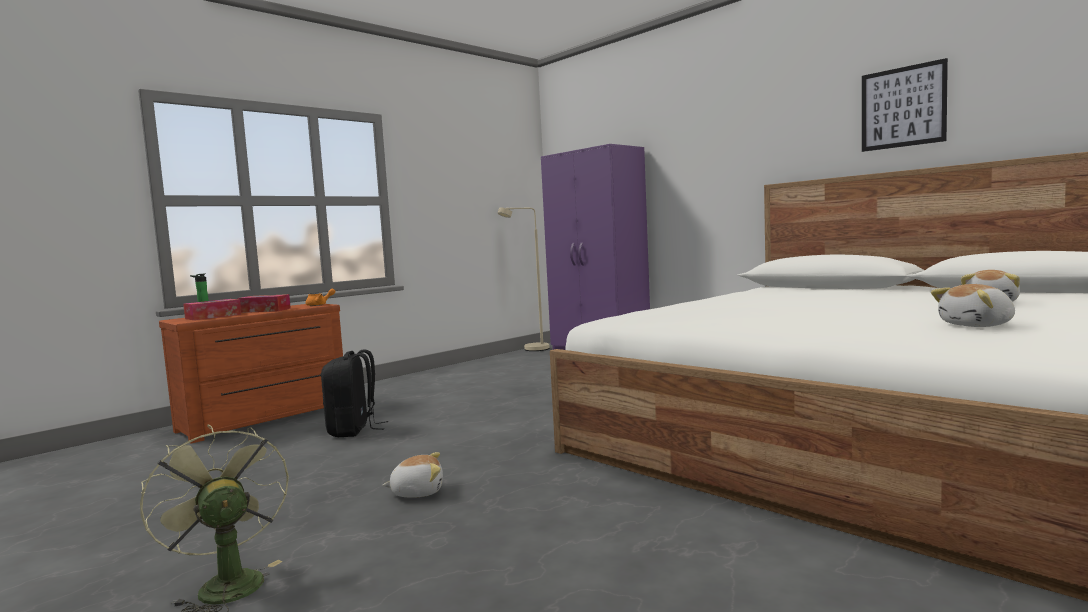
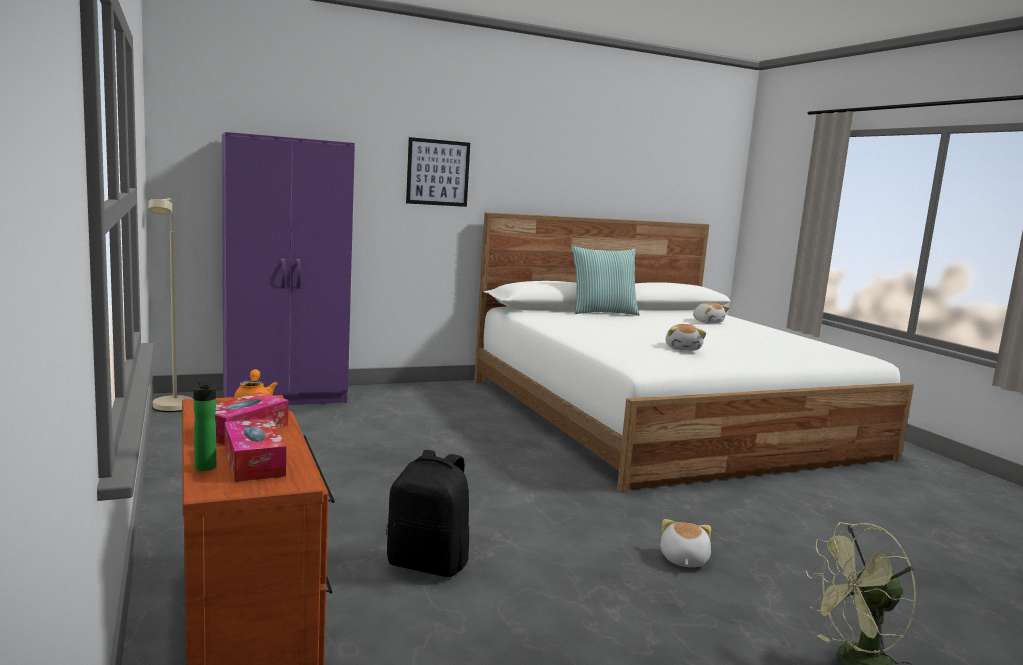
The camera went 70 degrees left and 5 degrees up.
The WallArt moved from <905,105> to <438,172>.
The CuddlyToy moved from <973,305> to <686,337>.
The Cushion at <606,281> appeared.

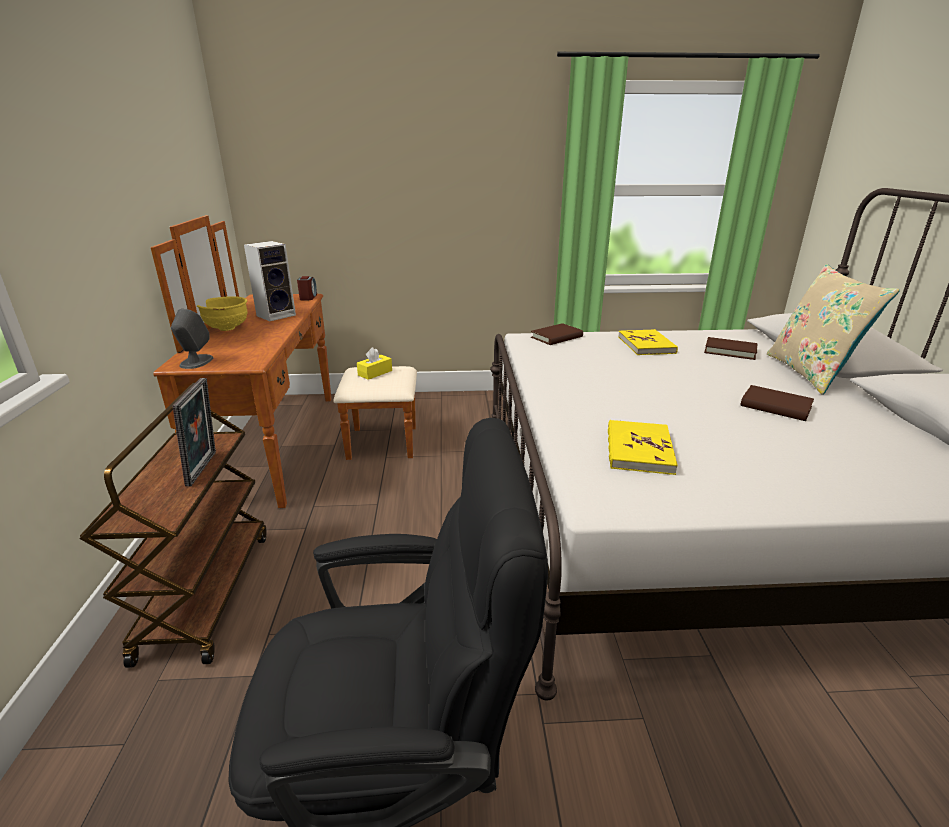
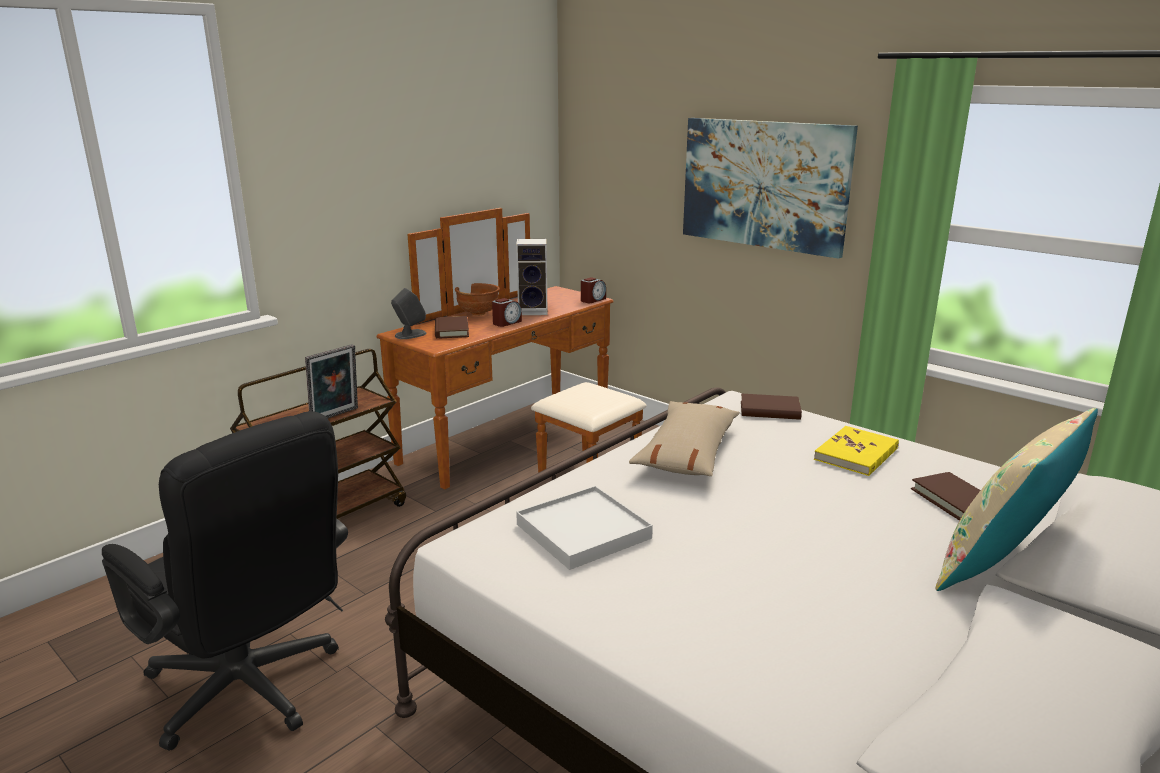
The camera went 45 degrees right and 5 degrees down.
The YellowColouredServingBowl at <222,313> became the BrownishServingBowl at <477,299>.
The YellowColouredBoxOfTissues at <374,363> disappeared.
The BrownishVolume moved from <777,403> to <452,327>.
The YellowColouredVolume at <643,447> was replaced by the WhiteTray at <584,528>.
The WallArt at <770,188> appeared.
The AlarmClock at <507,312> appeared.
The SandColouredCushion at <684,438> appeared.

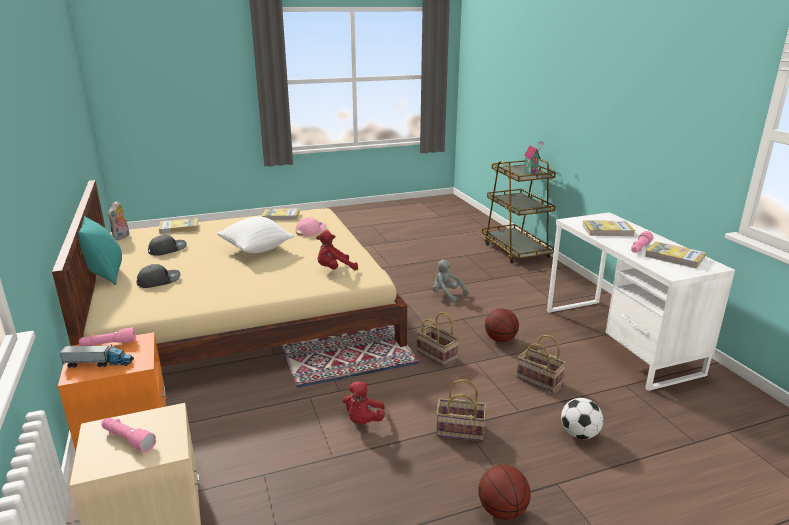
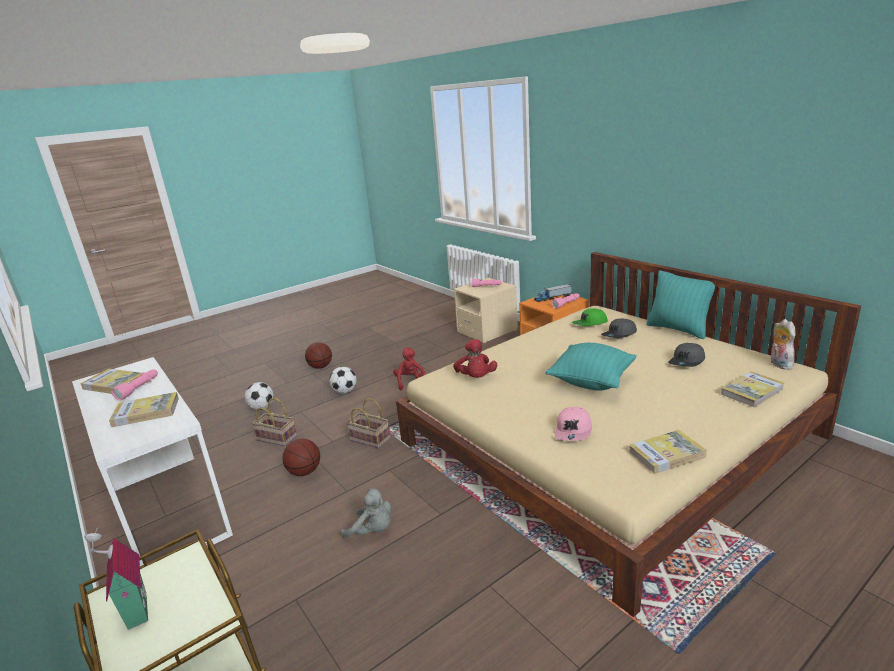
The camera went 165 degrees right and 0 degrees up.
The WhiteCushion at <255,235> became the BlueGreenCushion at <591,366>.
The RedColouredCuddlyToy at <337,250> turned 120 degrees clockwise.
The HouseholdBasket at <461,410> was replaced by the FootballBall at <343,380>.
The GreenishBaseballCap at <590,317> appeared.

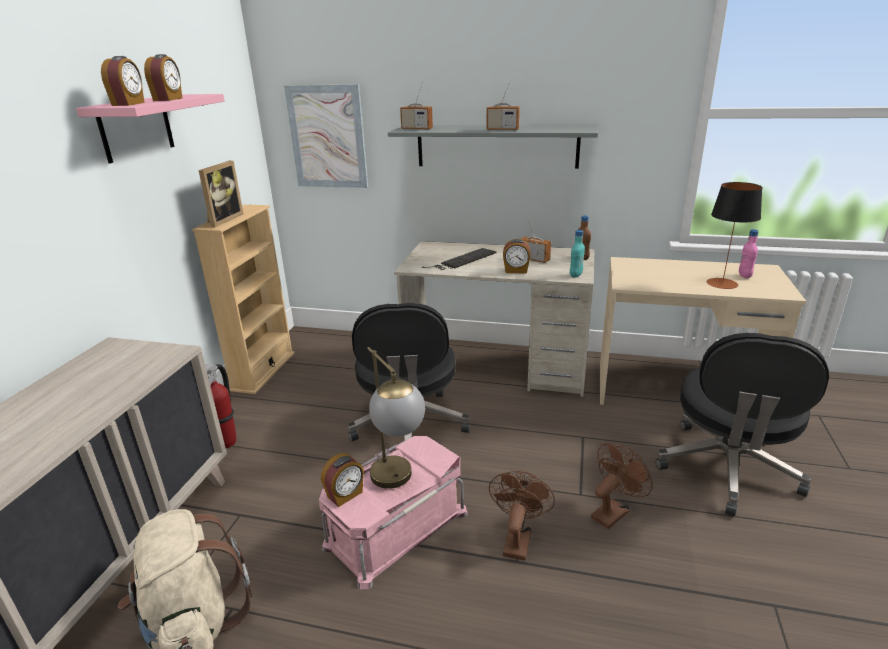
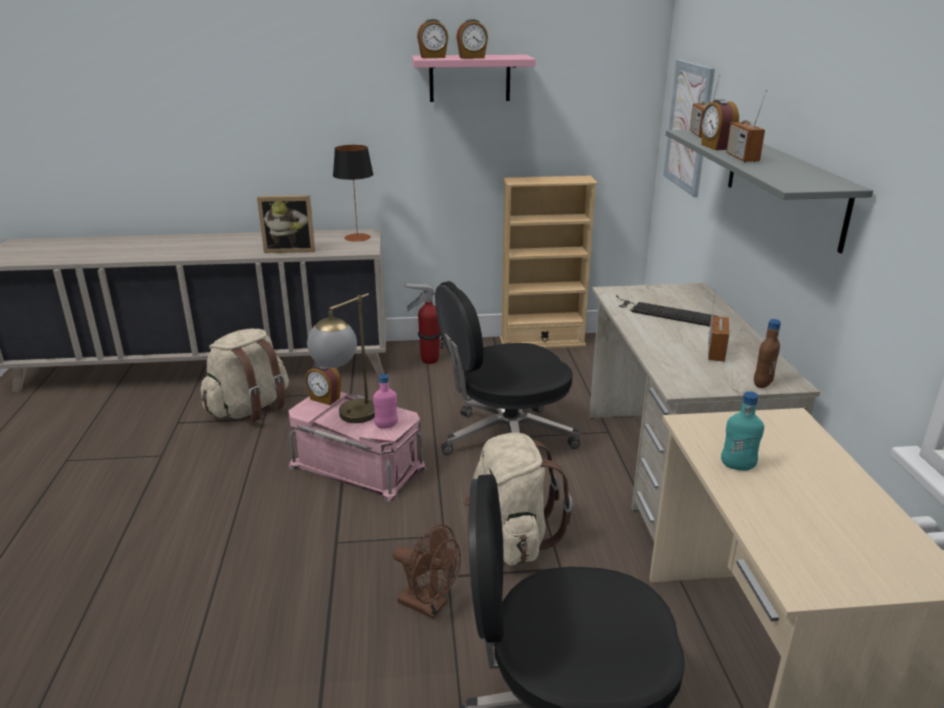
The camera went 70 degrees right and 0 degrees up.
The StandingFrame moved from <221,194> to <286,224>.
The TableLamp moved from <734,235> to <353,193>.
The PinkDrinkBottle moved from <749,254> to <385,401>.
The BlueGreenDrinkBottle moved from <577,254> to <742,431>.
The AlarmClock moved from <517,256> to <720,124>.
The BrownishElectricFan at <522,516> disappeared.
The SandColouredKnapsack at <518,499> appeared.

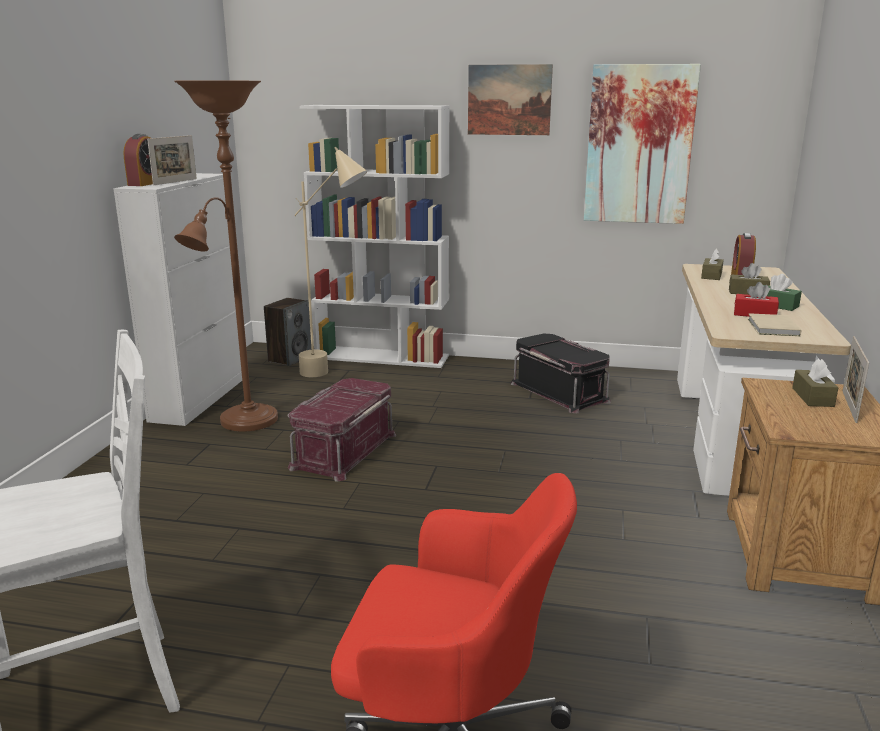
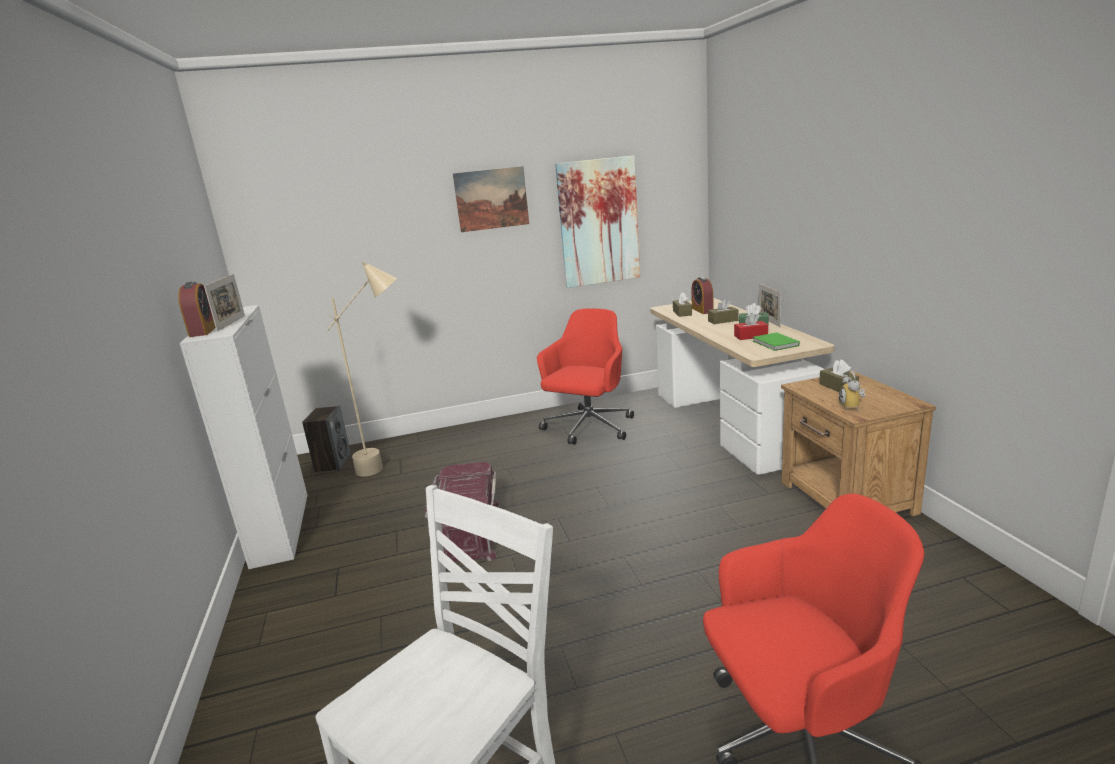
The camera went 25 degrees left and 0 degrees up.
The BrownishStandingLamp at <226,256> disappeared.
The WhiteBookshelf at <375,236> disappeared.
The SandColouredVolume at <774,324> became the GreenishVolume at <776,341>.
The BlackishStorageContainer at <561,373> was replaced by the RedColouredComputerChair at <585,376>.
The StandingFrame moved from <856,379> to <770,305>.
The AlarmClock at <852,391> appeared.

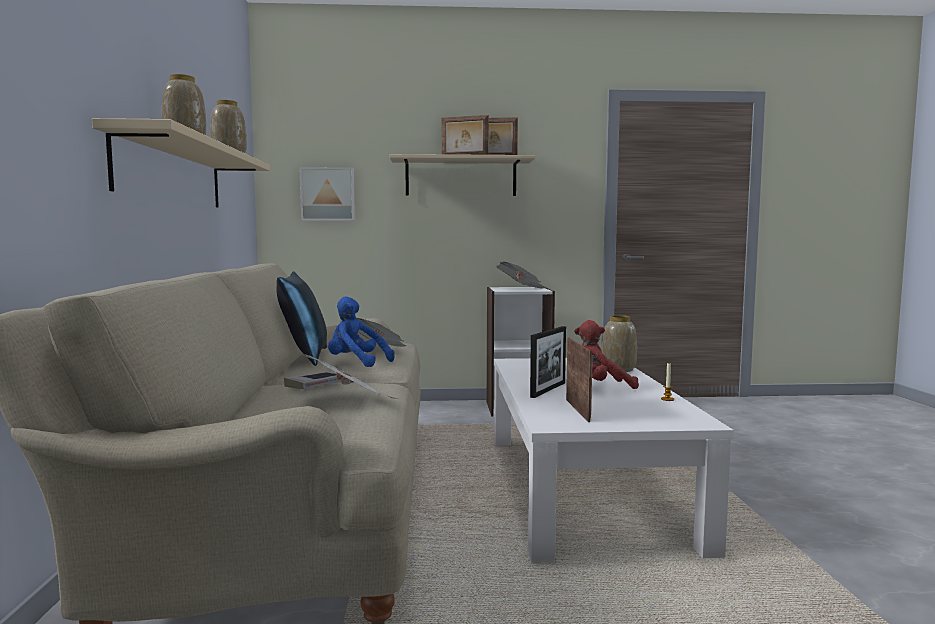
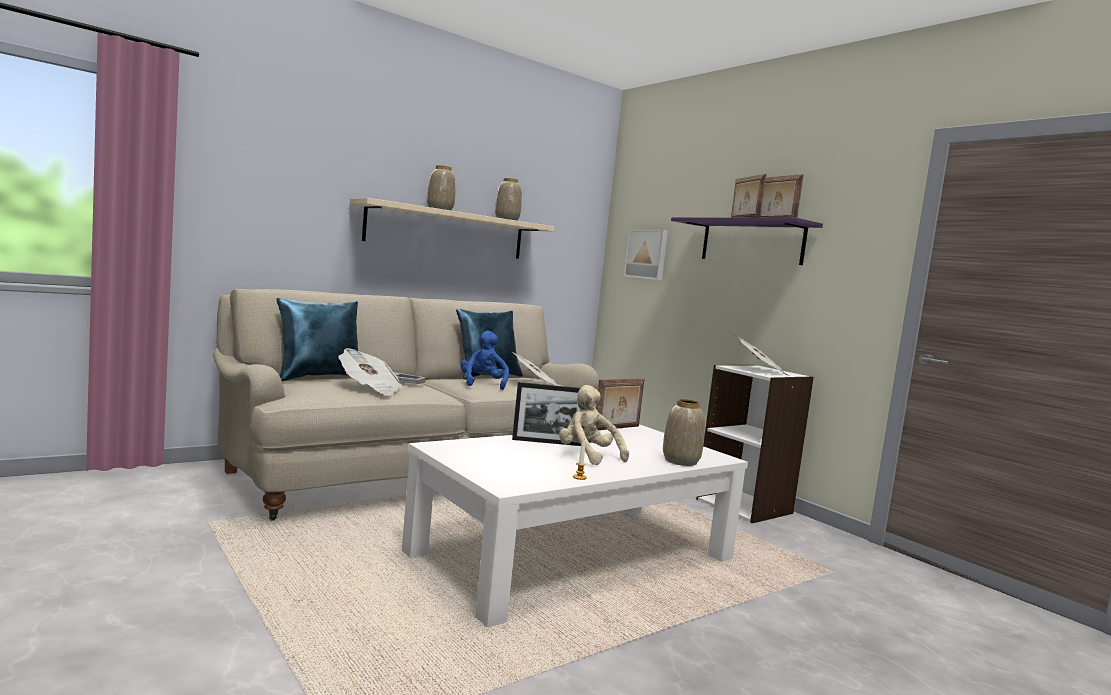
The camera went 55 degrees right and 0 degrees up.
The SandColouredBracketShelf at <462,175> became the PurplishBracketShelf at <747,241>.
The RedColouredCuddlyToy at <606,354> became the SandColouredCuddlyToy at <594,425>.
The StandingFrame moved from <579,379> to <620,404>.
The BluishCushion at <317,339> appeared.

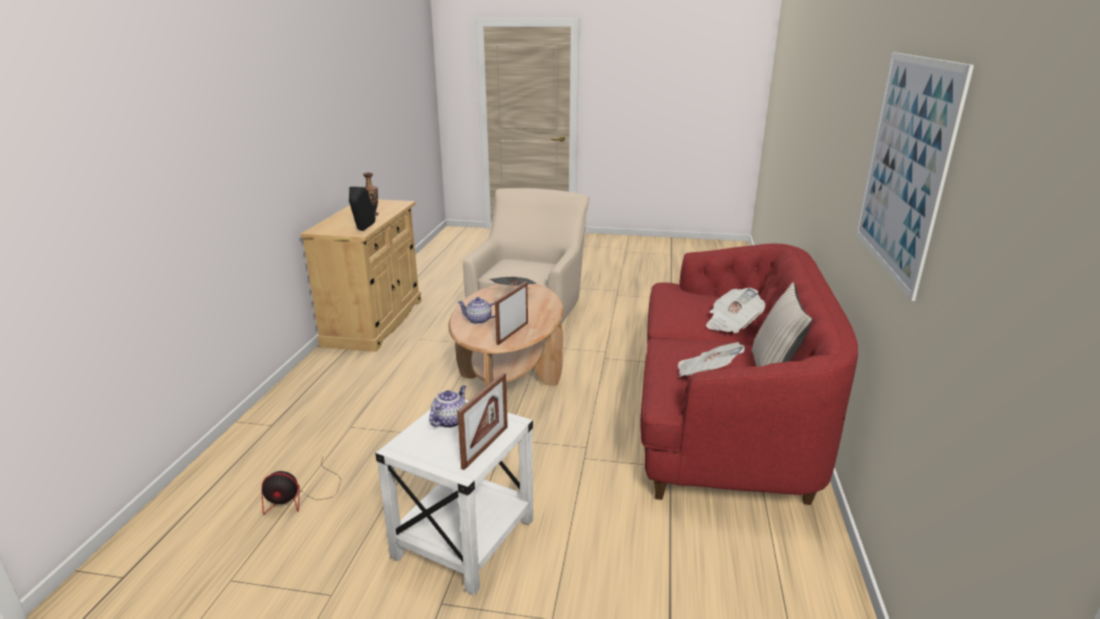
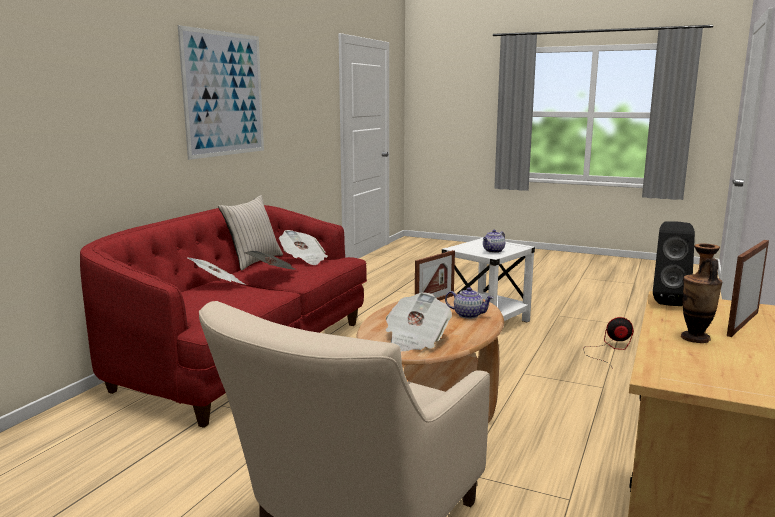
The camera went 165 degrees left and 10 degrees down.
The StandingFrame moved from <482,421> to <748,288>.
The DailyPaper at <269,260> appeared.

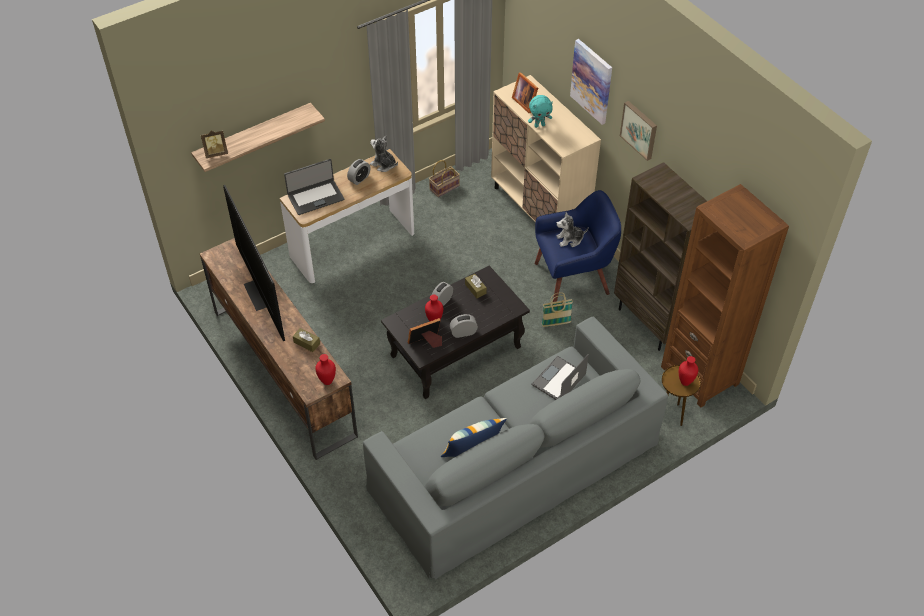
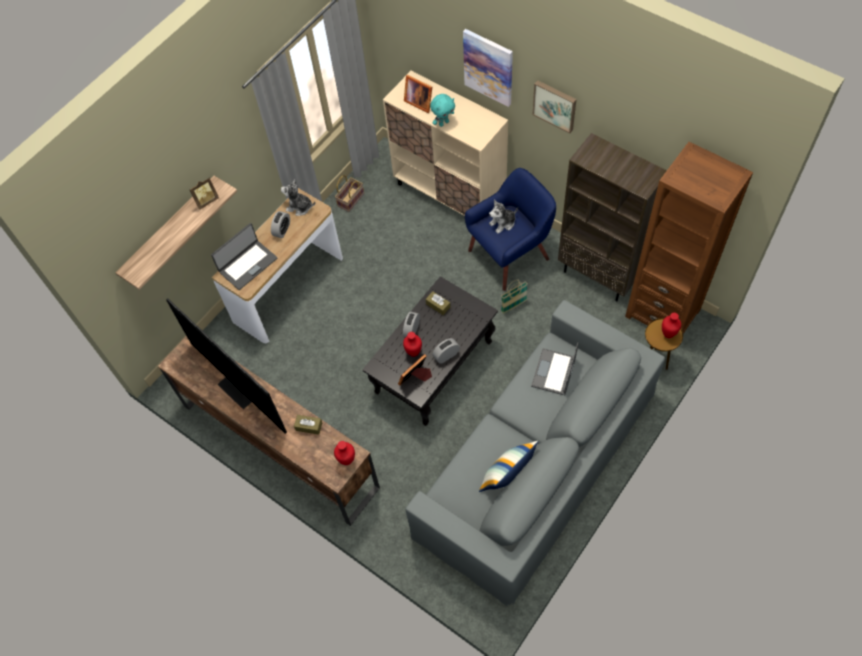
The camera went 15 degrees left and 10 degrees up.
The StandingFrame moved from <214,144> to <204,194>.

